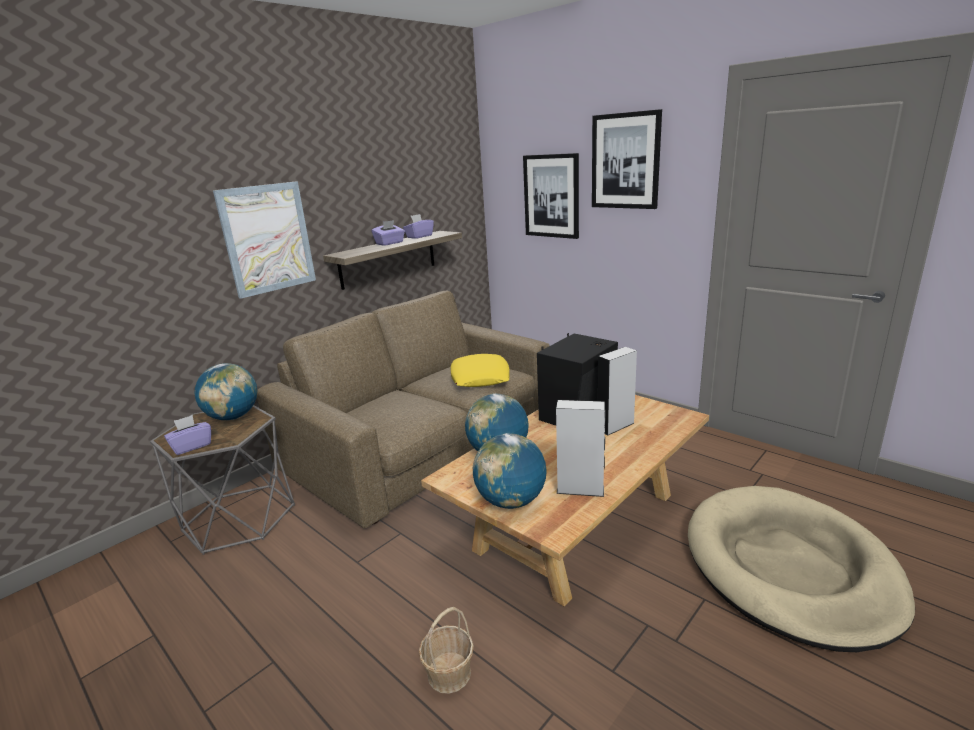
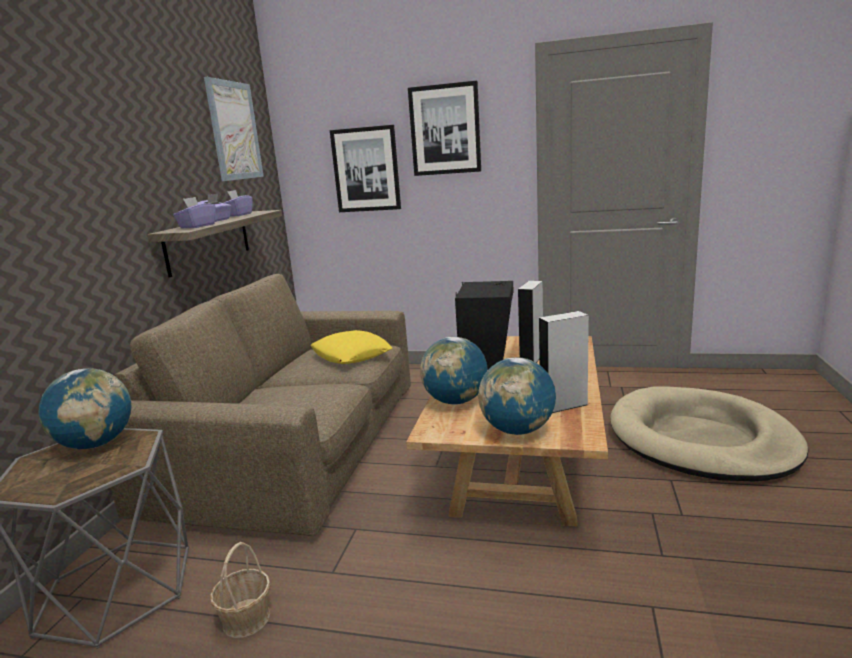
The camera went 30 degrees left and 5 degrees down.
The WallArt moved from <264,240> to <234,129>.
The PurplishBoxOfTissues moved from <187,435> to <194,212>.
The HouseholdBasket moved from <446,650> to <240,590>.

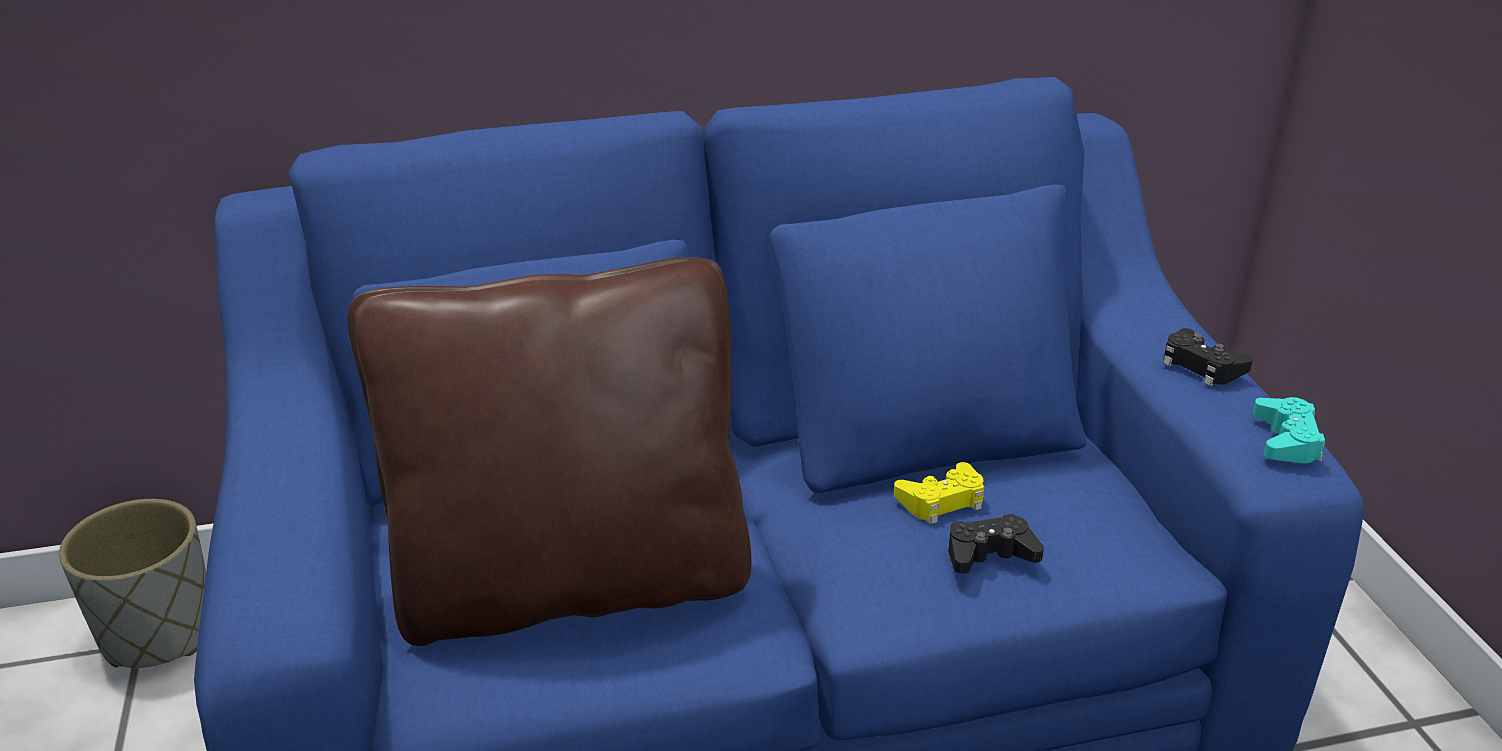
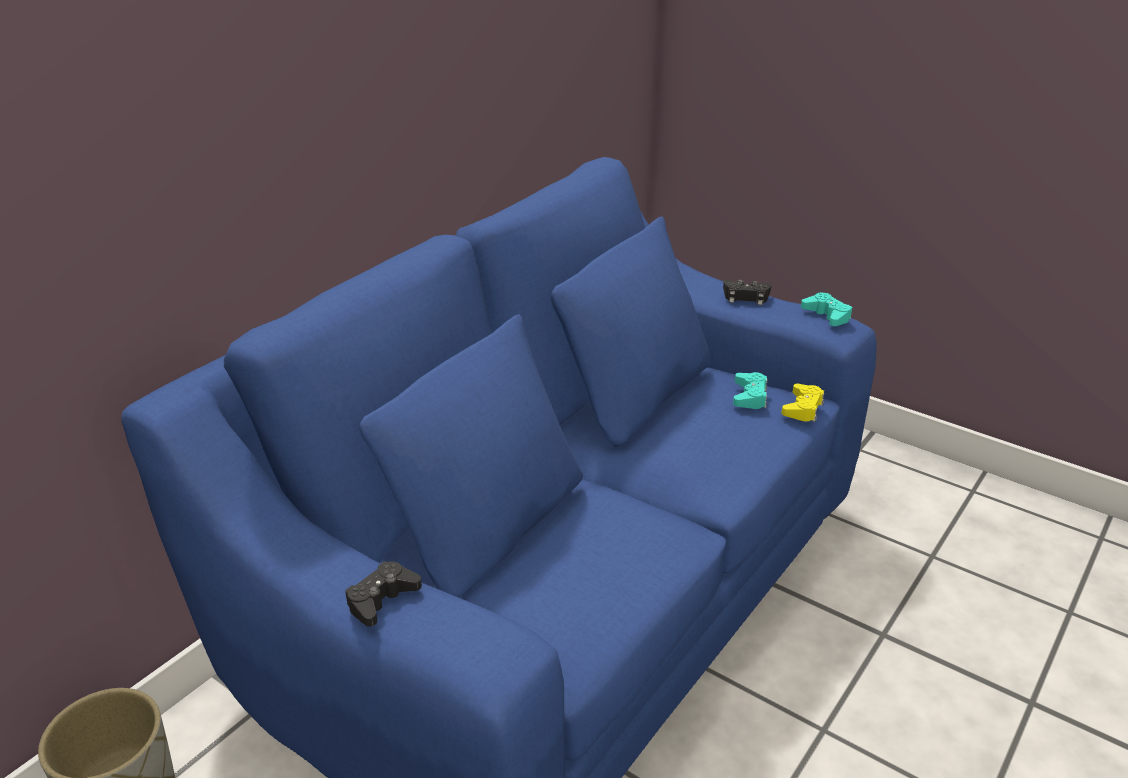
The camera went 40 degrees left and 0 degrees up.
The BrownishCushion at <549,451> disappeared.
The YellowColouredGameController moved from <939,493> to <803,403>.
The BlackishGameController moved from <996,544> to <383,594>.
The BlueGreenGameController at <750,390> appeared.

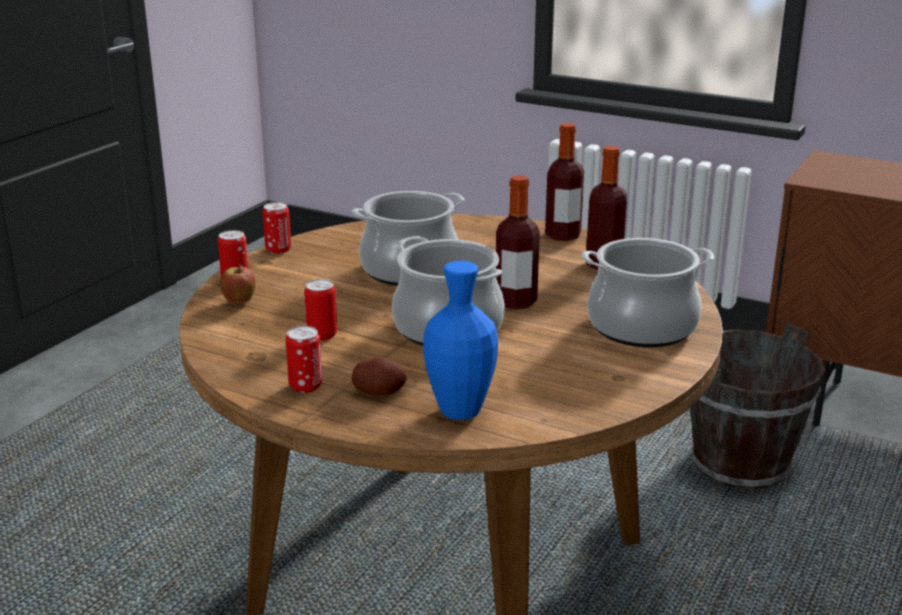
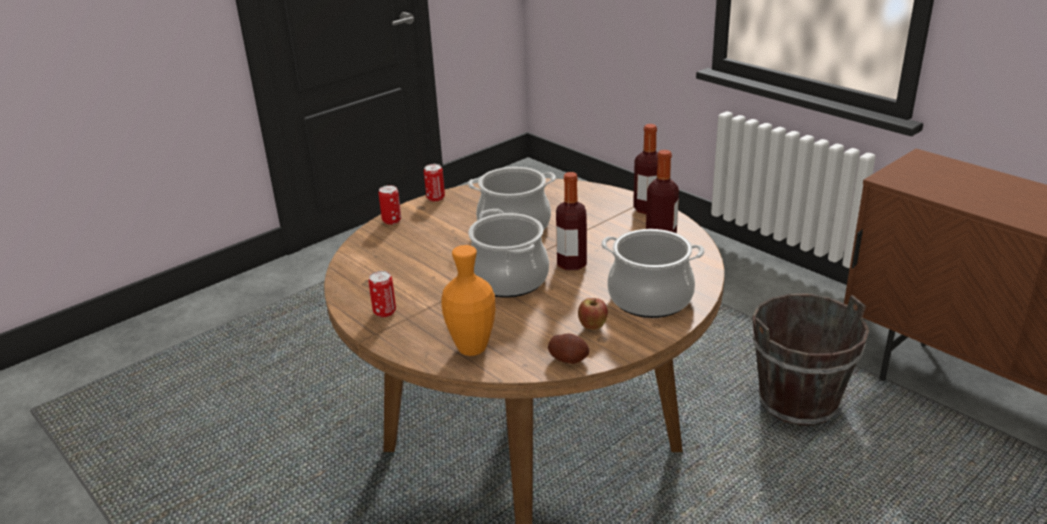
The camera went 20 degrees right and 5 degrees up.
The BluishDecorativeVase at <460,340> became the OrangeyDecorativeVase at <468,300>.
The WholeApple moved from <238,284> to <593,314>.
The SealedCan at <320,310> disappeared.
The Spud moved from <379,376> to <568,348>.

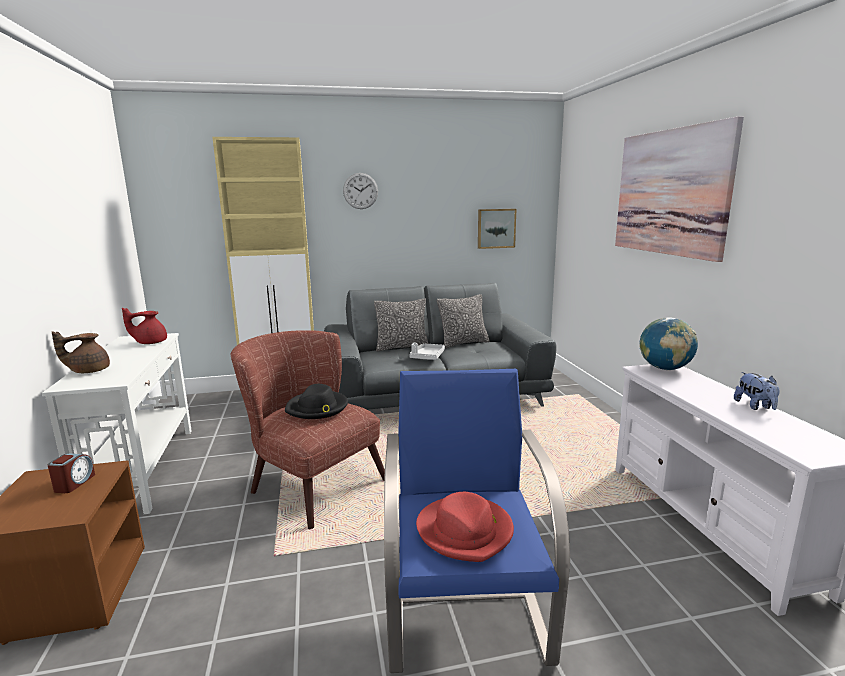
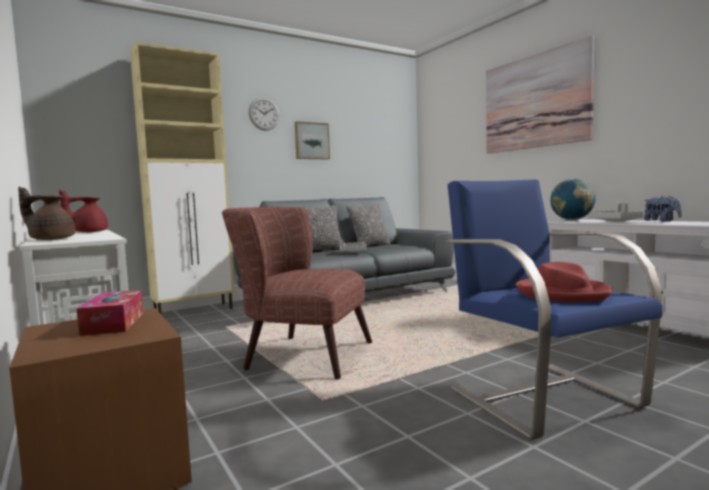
The camera went 20 degrees left and 10 degrees down.
The WallArt moved from <497,229> to <312,140>.
The BrownishTeaPot at <81,352> turned 60 degrees clockwise.
The BlackishClothingHat at <316,401> disappeared.
The AlarmClock at <71,473> was replaced by the BoxOfTissues at <110,313>.
The GreyishTray at <615,212> appeared.

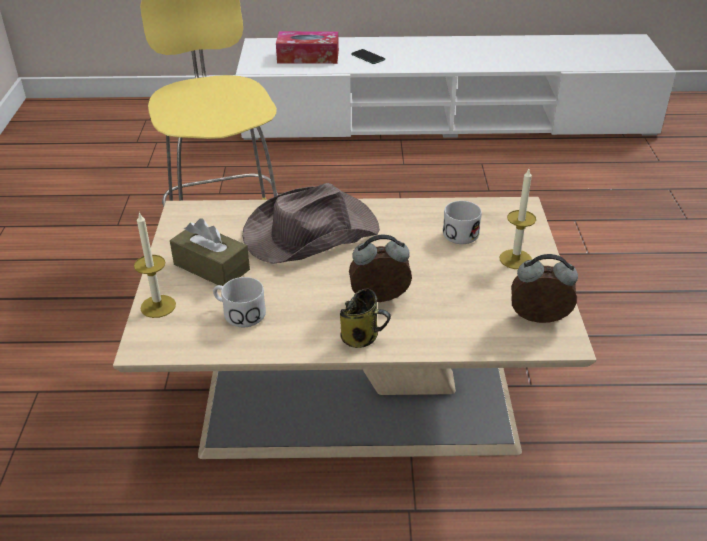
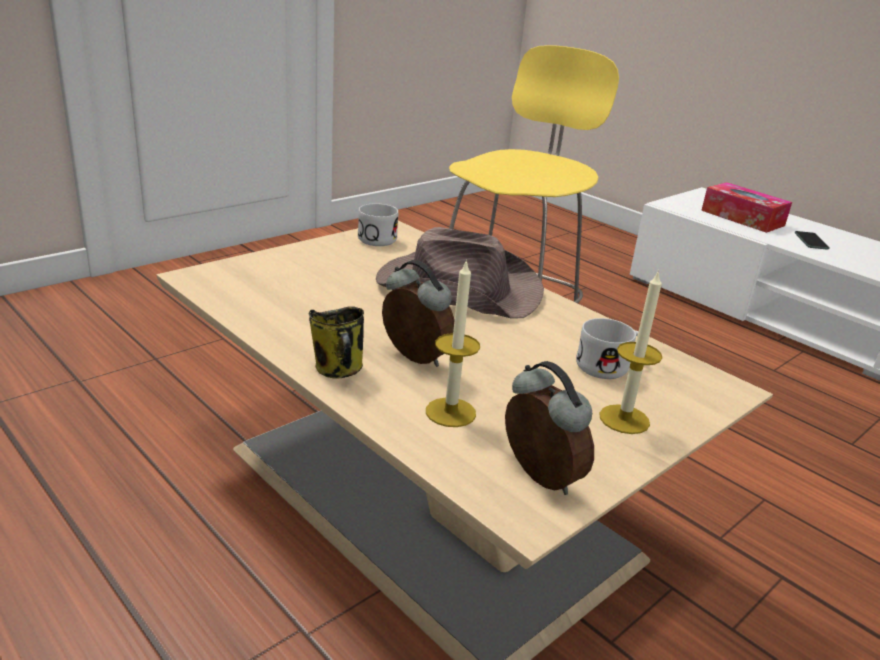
The camera went 45 degrees right and 10 degrees down.
The Candle moved from <155,265> to <453,343>.
The BrownishBoxOfTissues at <210,252> disappeared.
The WhiteMug moved from <239,302> to <378,224>.

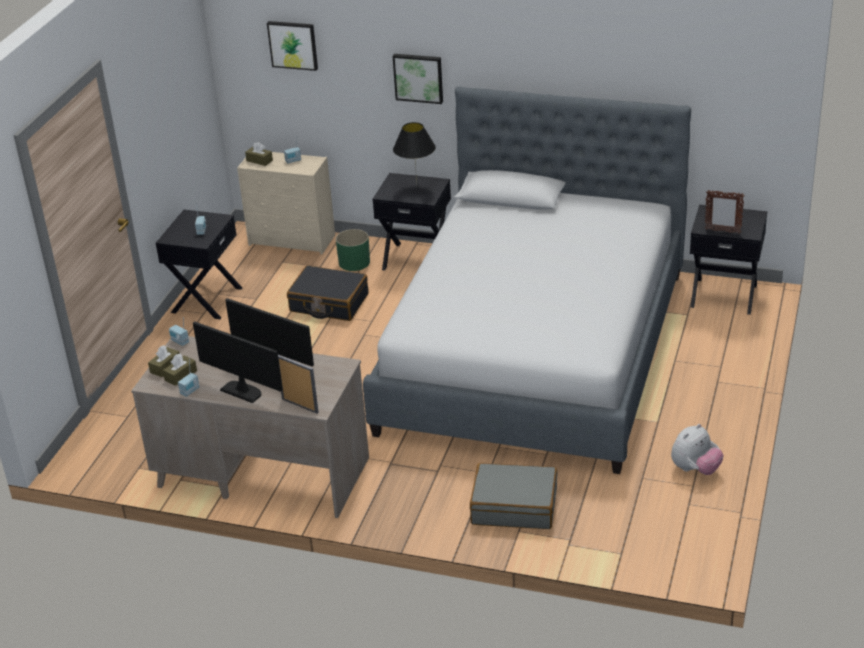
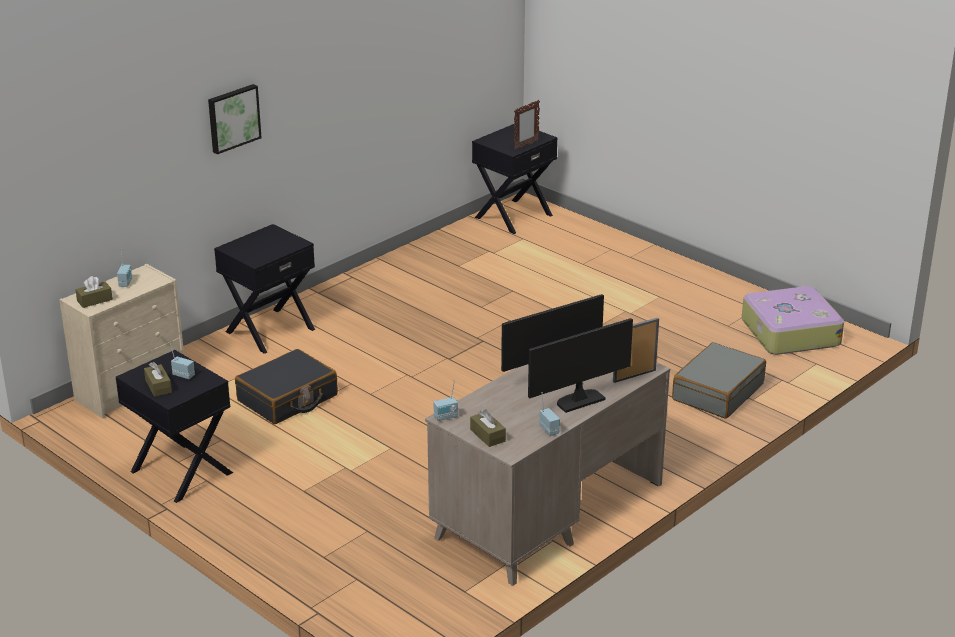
The camera went 65 degrees left and 5 degrees down.
The WallArt at <292,46> disappeared.
The Bed at <527,280> disappeared.
The BlackishTableLamp at <414,153> disappeared.
The GreenishPlanter at <353,250> disappeared.
The BrownishBoxOfTissues moved from <180,370> to <158,379>.
The CuddlyToy at <697,449> disappeared.
The Suitcase at <793,320> appeared.

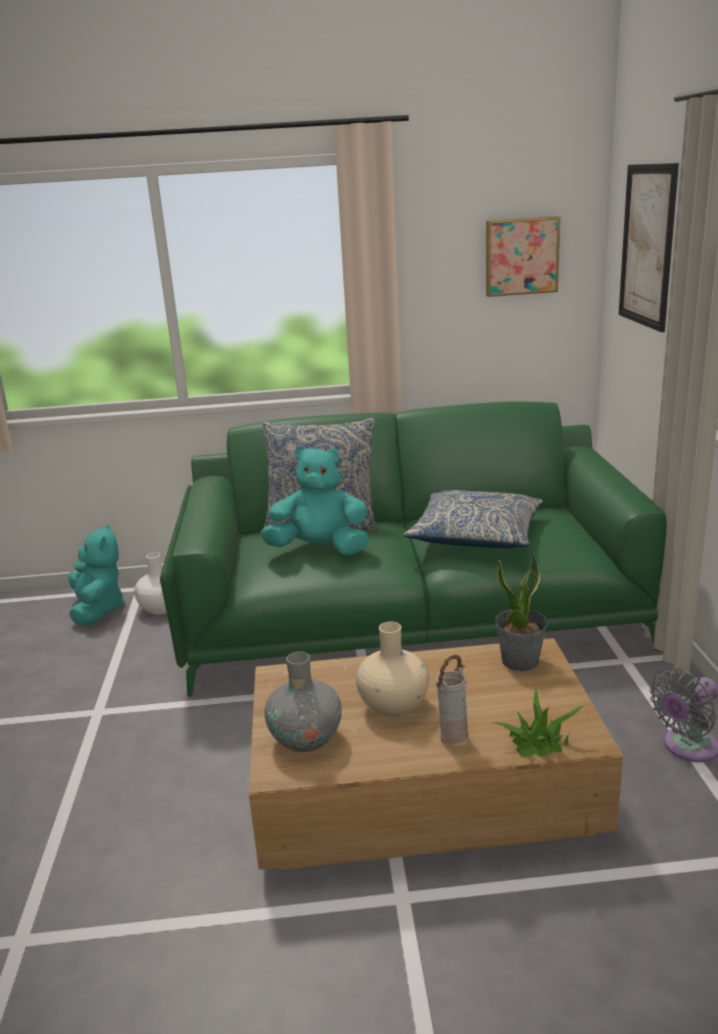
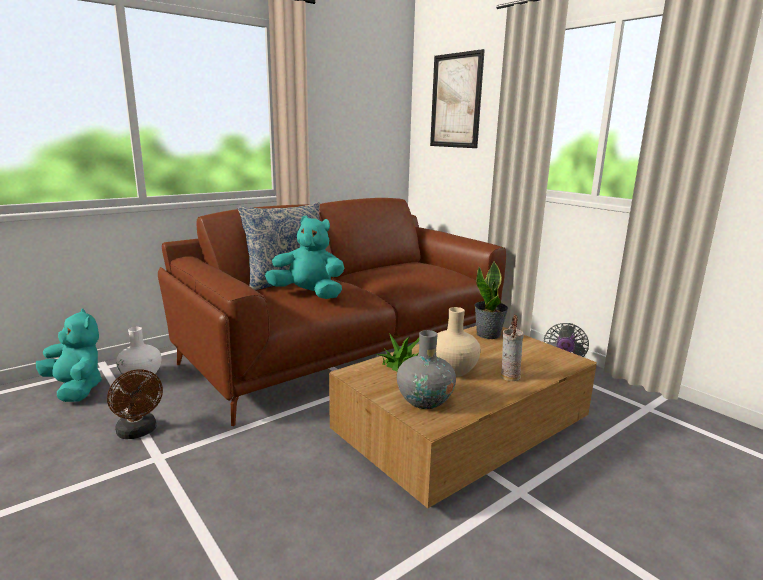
The camera went 35 degrees left and 5 degrees down.
The WallArt at <523,256> disappeared.
The GreenishSettee at <413,549> became the BrownishSettee at <332,312>.
The BlueGreenCuddlyToy at <314,500> turned 45 degrees clockwise.
The Cushion at <473,519> disappeared.
The PlantInAPot moved from <539,723> to <398,352>.
The BrownishElectricFan at <135,404> appeared.

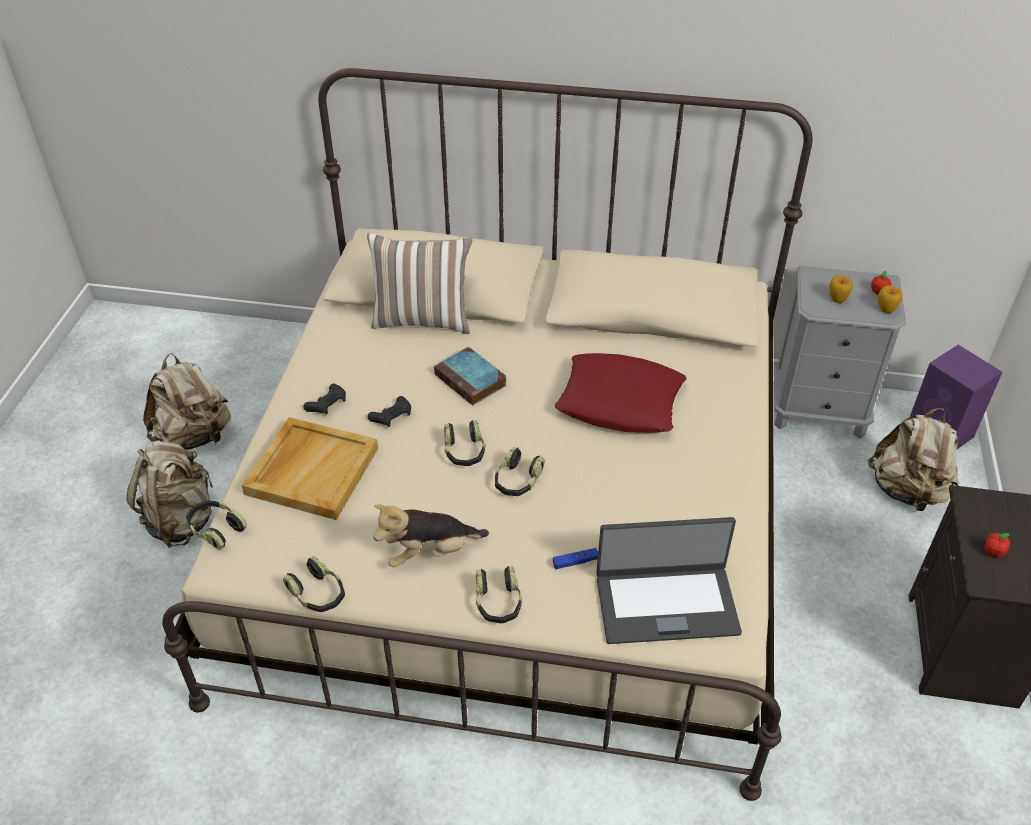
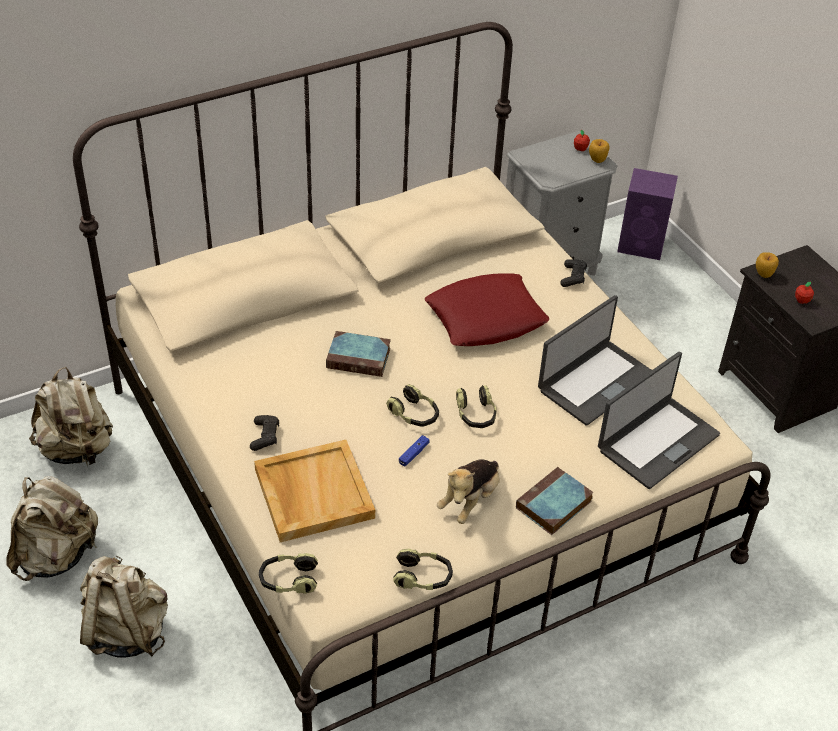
The camera went 40 degrees left and 0 degrees up.
The Cushion at <419,283> disappeared.
The WholeApple moved from <840,289> to <767,265>.
The BlackishGameController moved from <389,411> to <573,273>.
The SandColouredKnapsack moved from <913,459> to <71,416>.
The BluishGameController moved from <575,558> to <414,450>.
The Headphones at <499,594> was replaced by the Volume at <555,501>.
The Laptop at <595,360> appeared.

